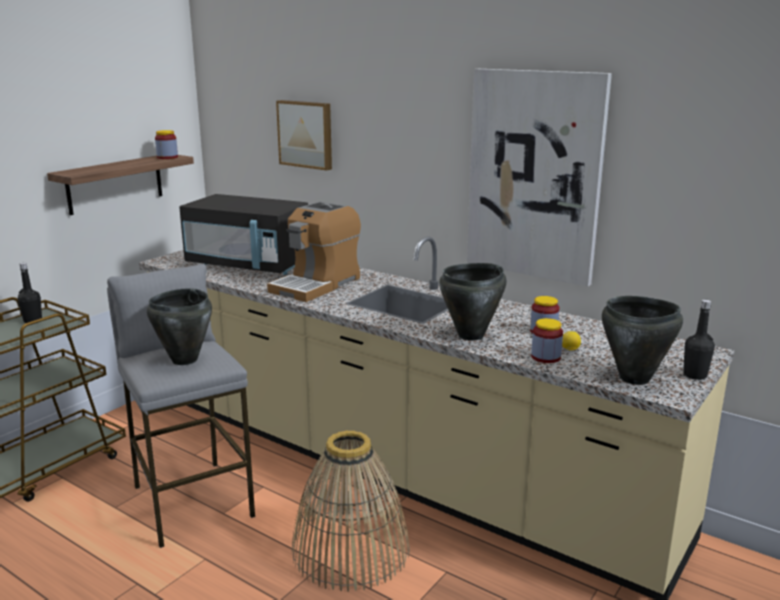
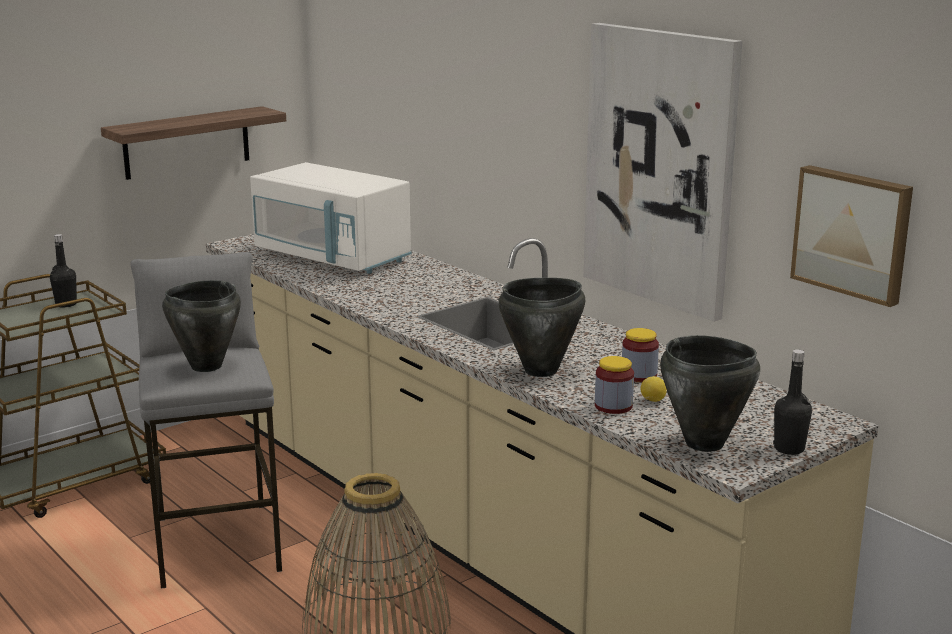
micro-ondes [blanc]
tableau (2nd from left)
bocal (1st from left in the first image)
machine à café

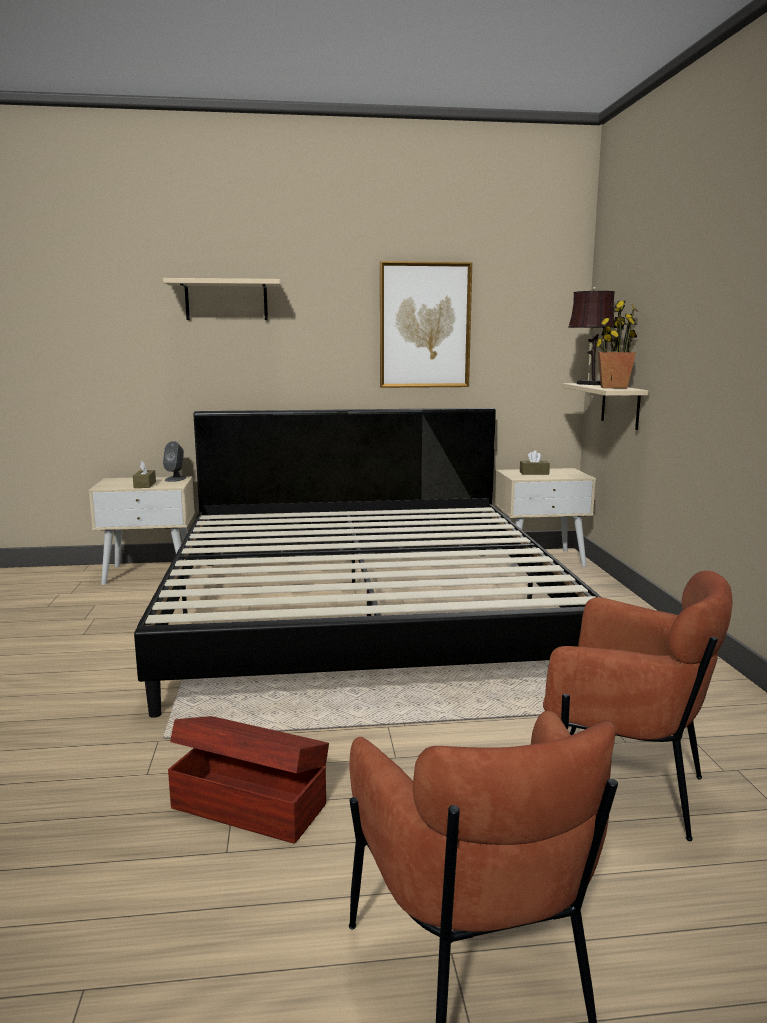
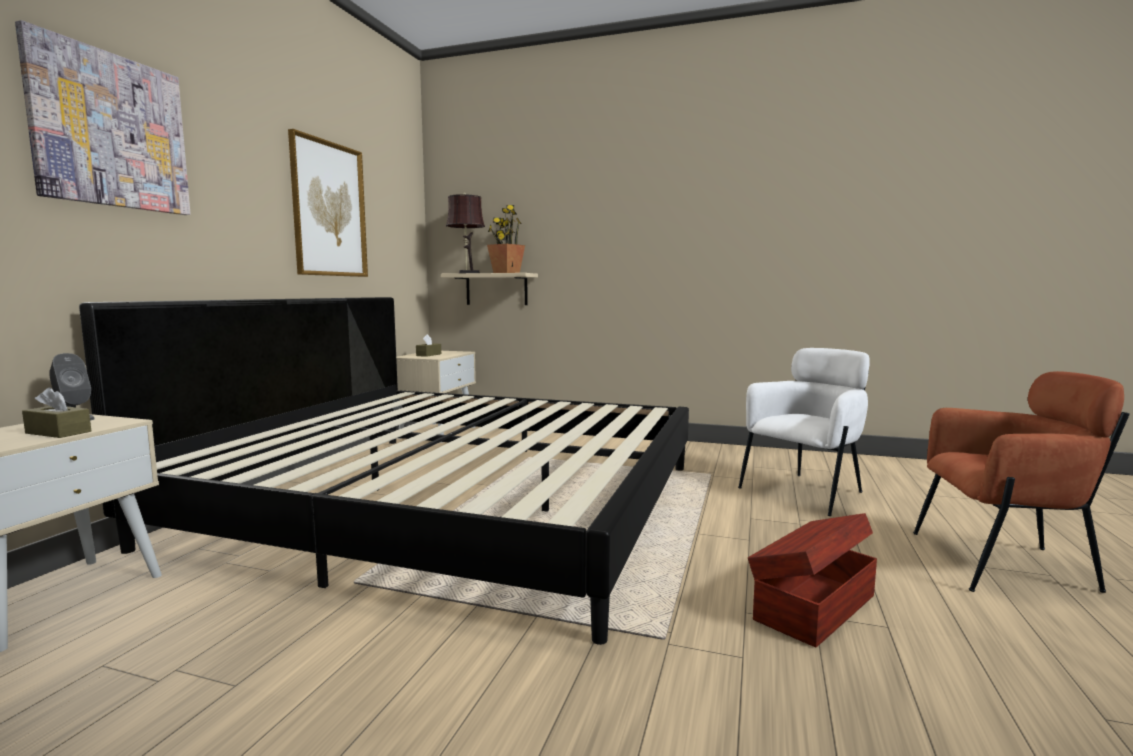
tableau (1st from left)
fauteuil [blanc]

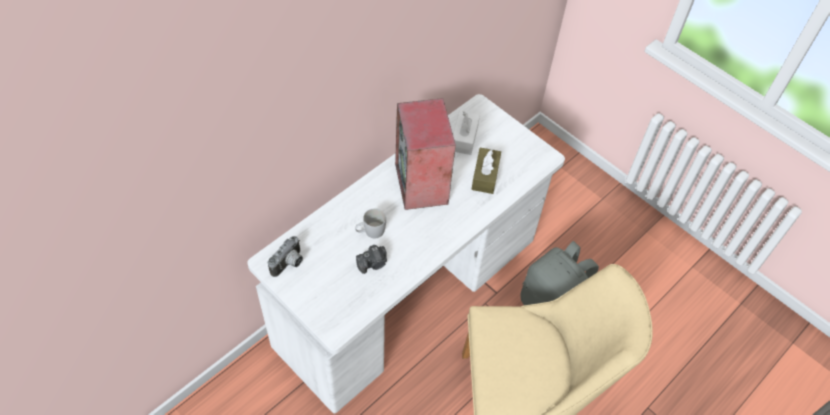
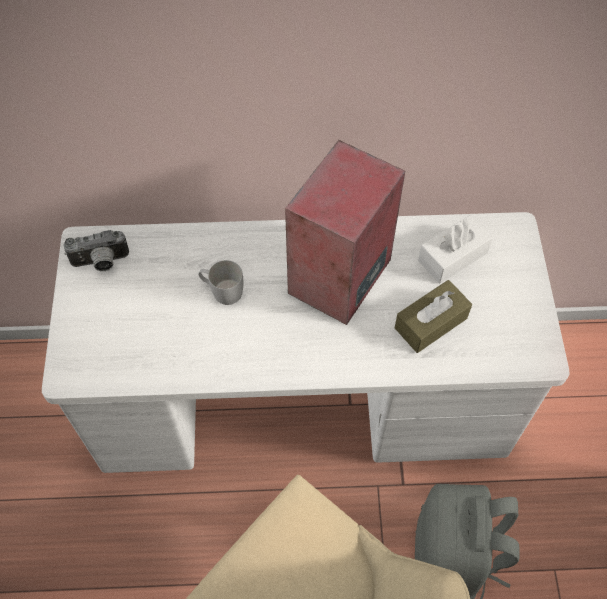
appareil photo (2nd from left in the first image)

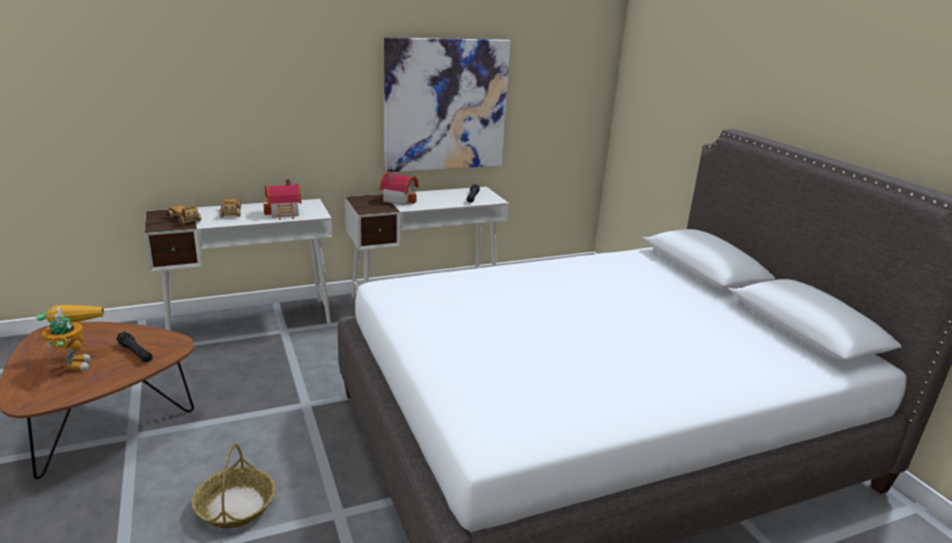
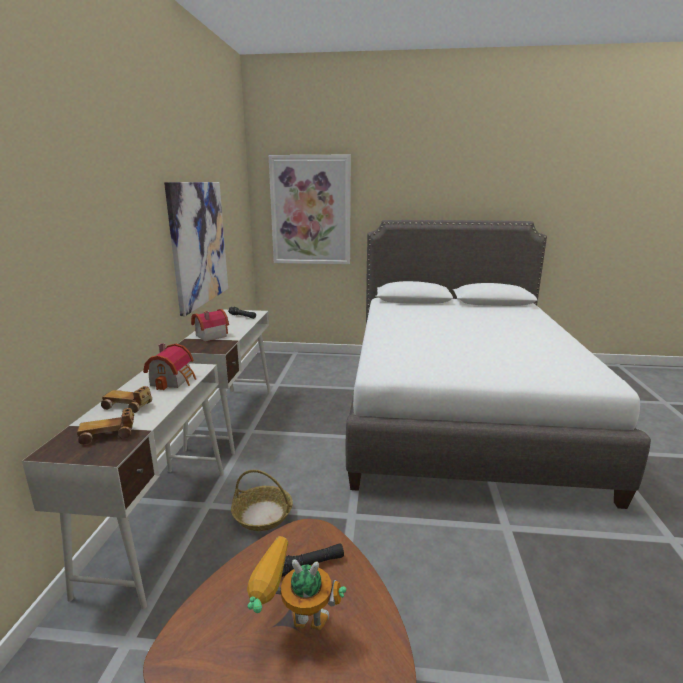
panier
tableau (2nd from left)

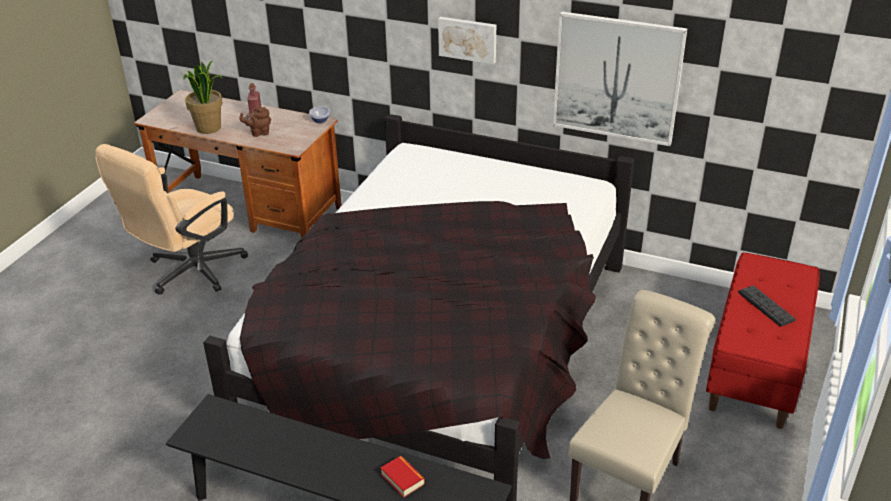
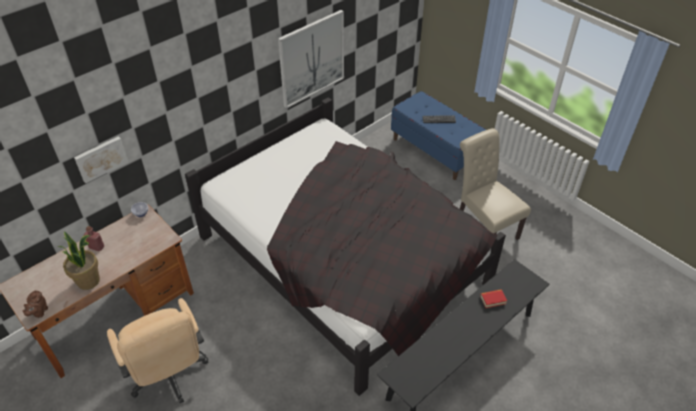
théière [marron]
tableau (1st from left)
banc [bleu]

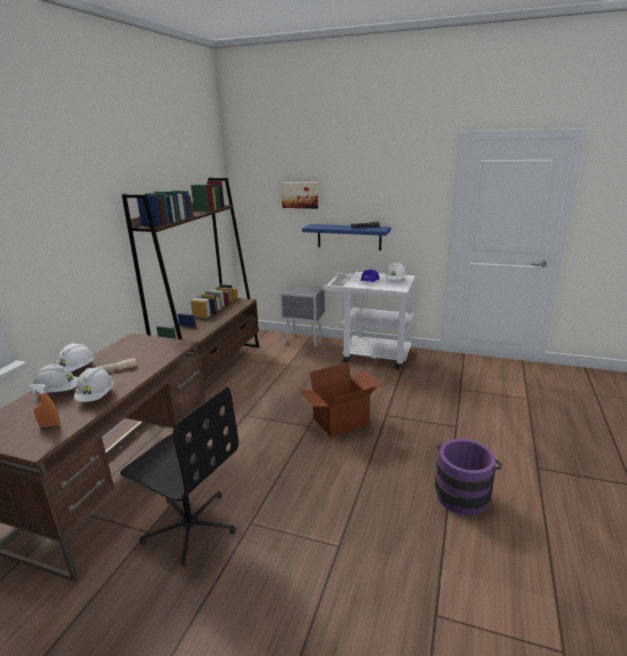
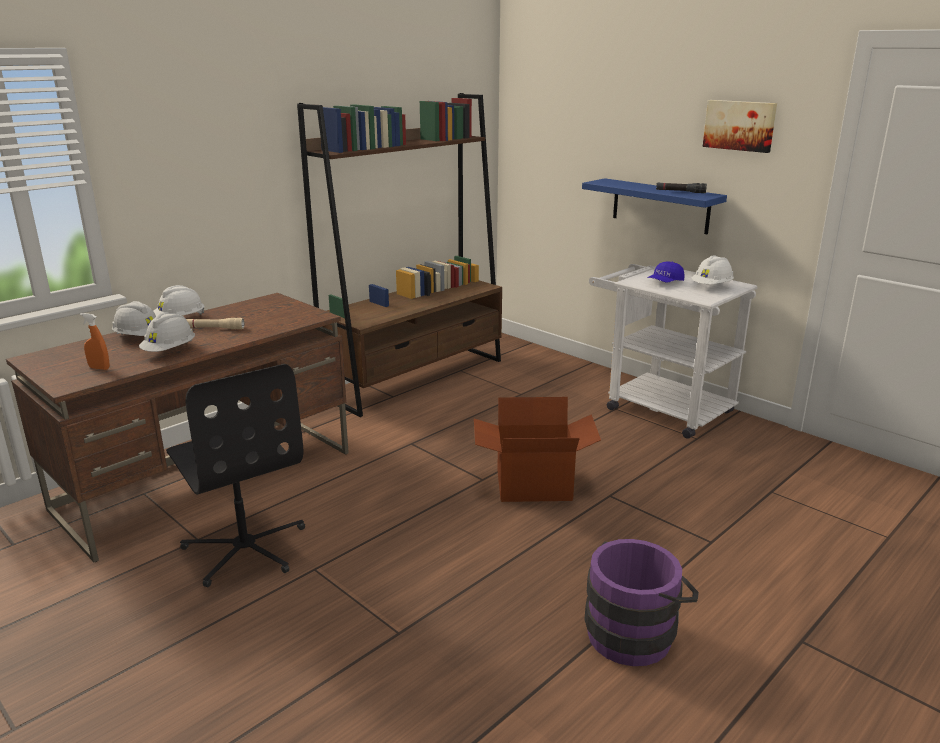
tableau
table de chevet [gris]

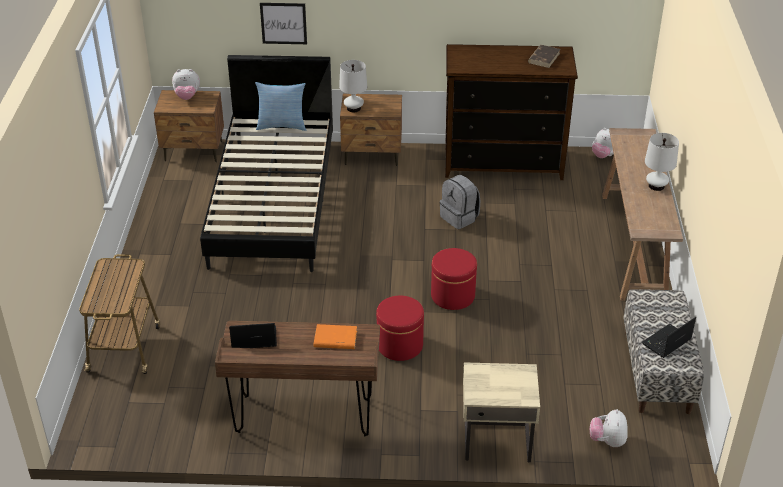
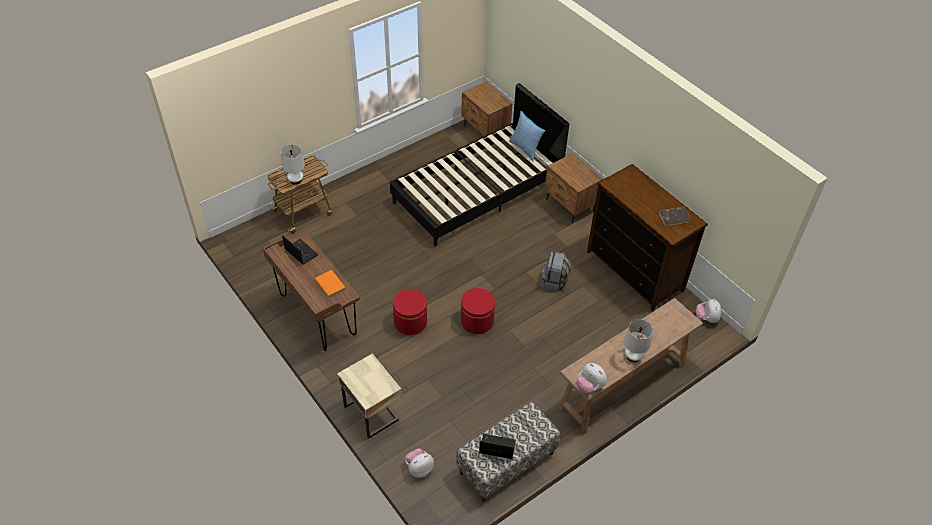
lampe de table [blanc] (1st from left)
peluche (2nd from left)
tableau

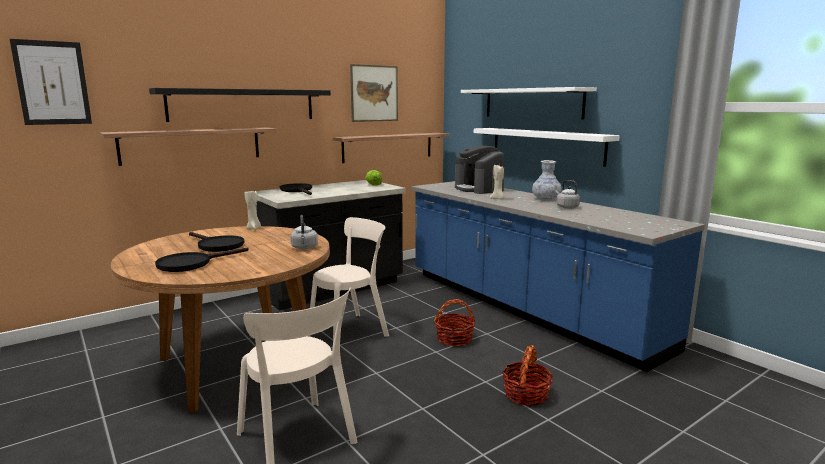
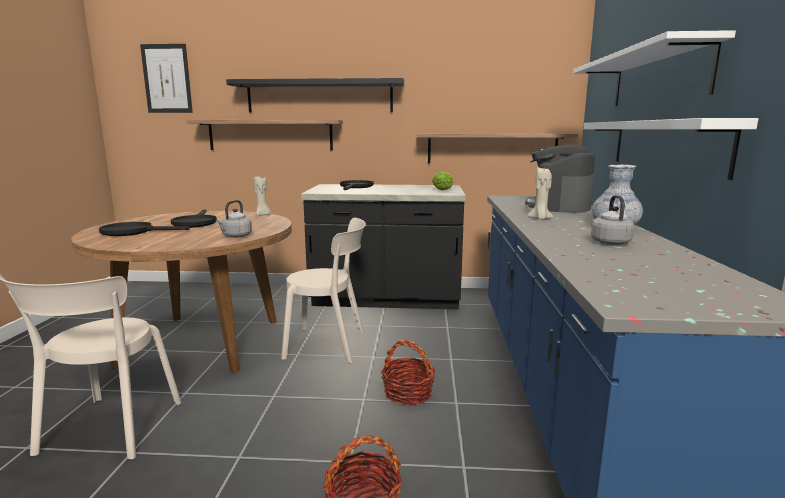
tableau (2nd from left in the first image)

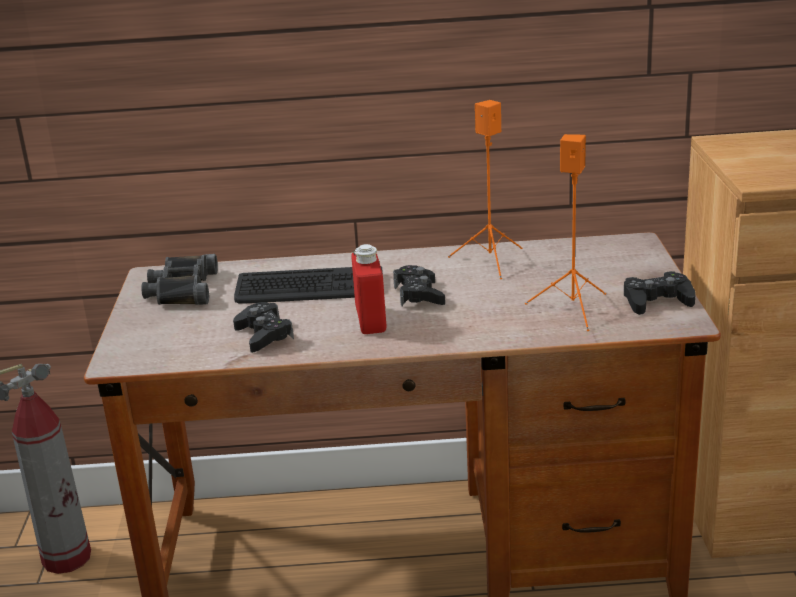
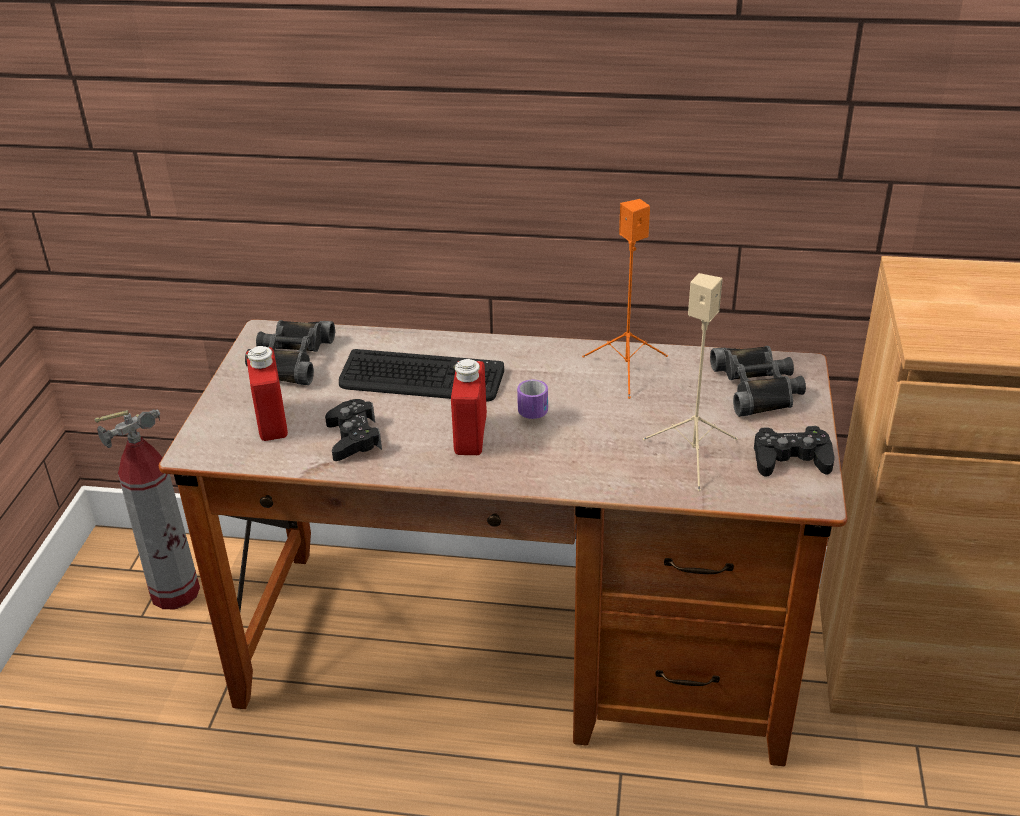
bouteille [rouge] (1st from left)
mug
enceinte [beige]
jumelles [noir] (2nd from left)

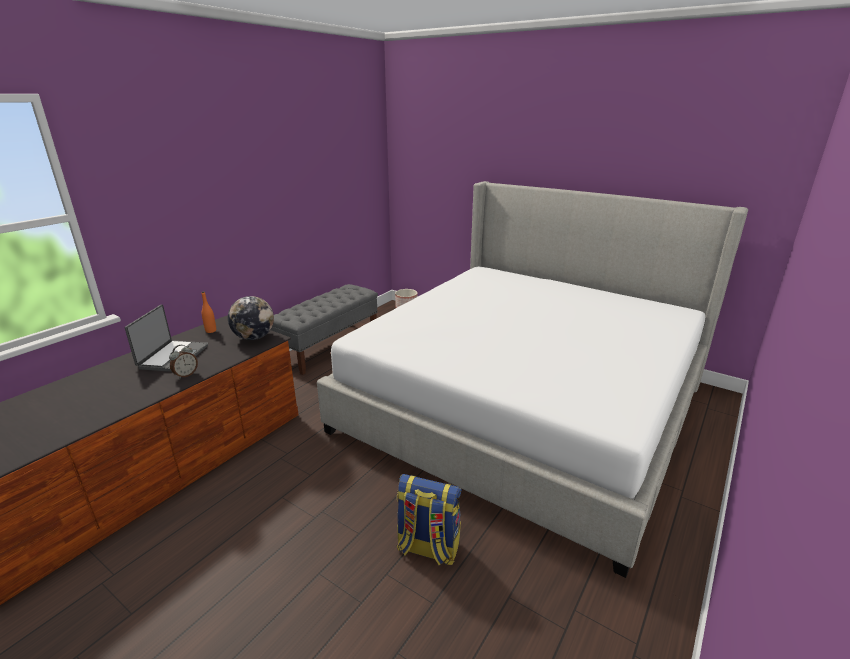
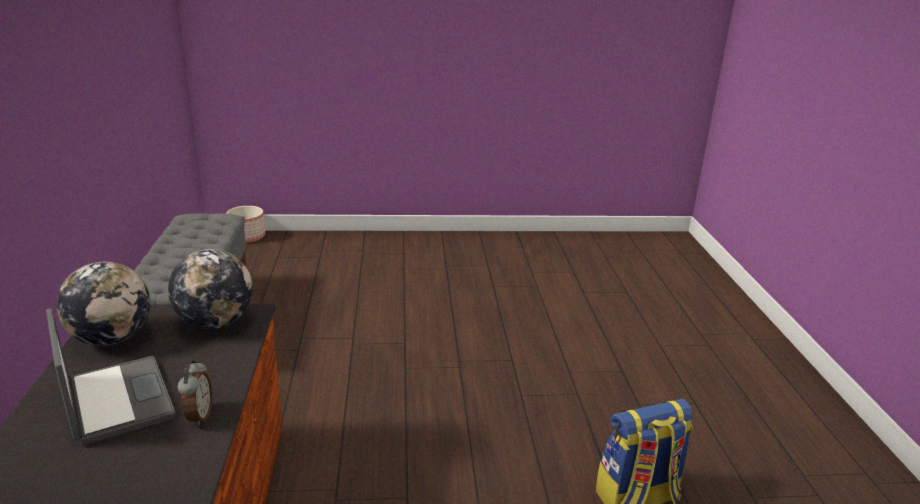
globe (1st from left)
lit

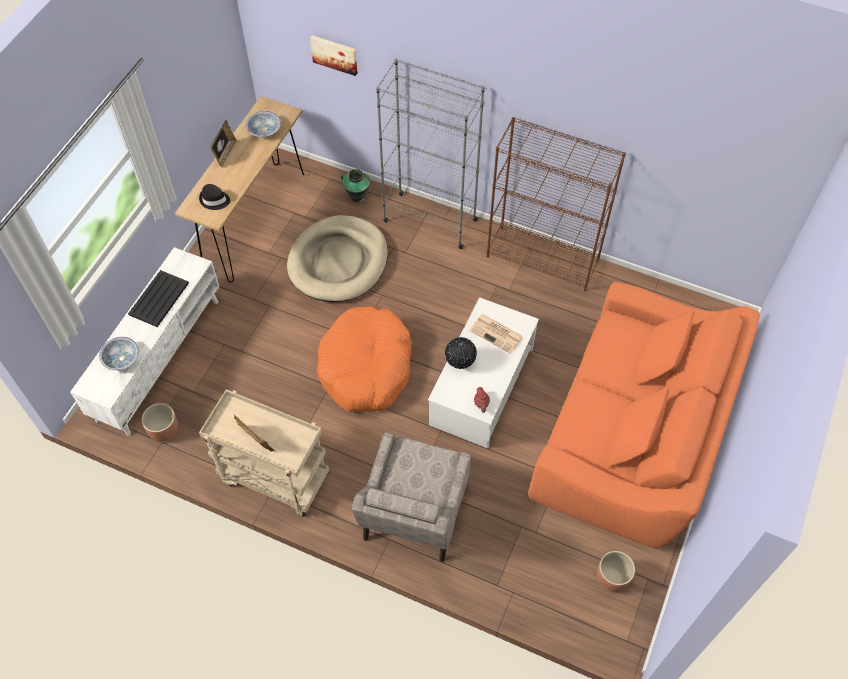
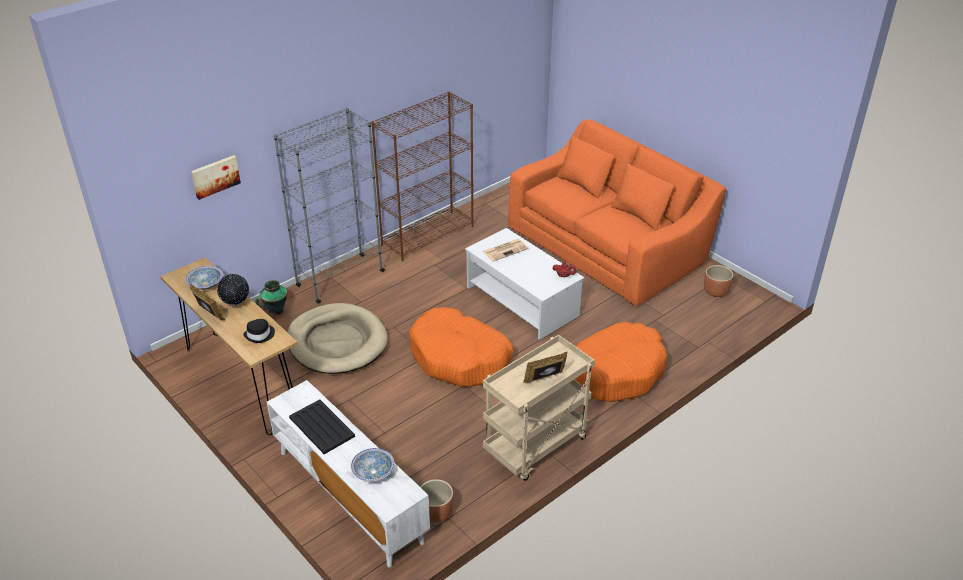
globe
panier pour chien [orange] (2nd from left)

